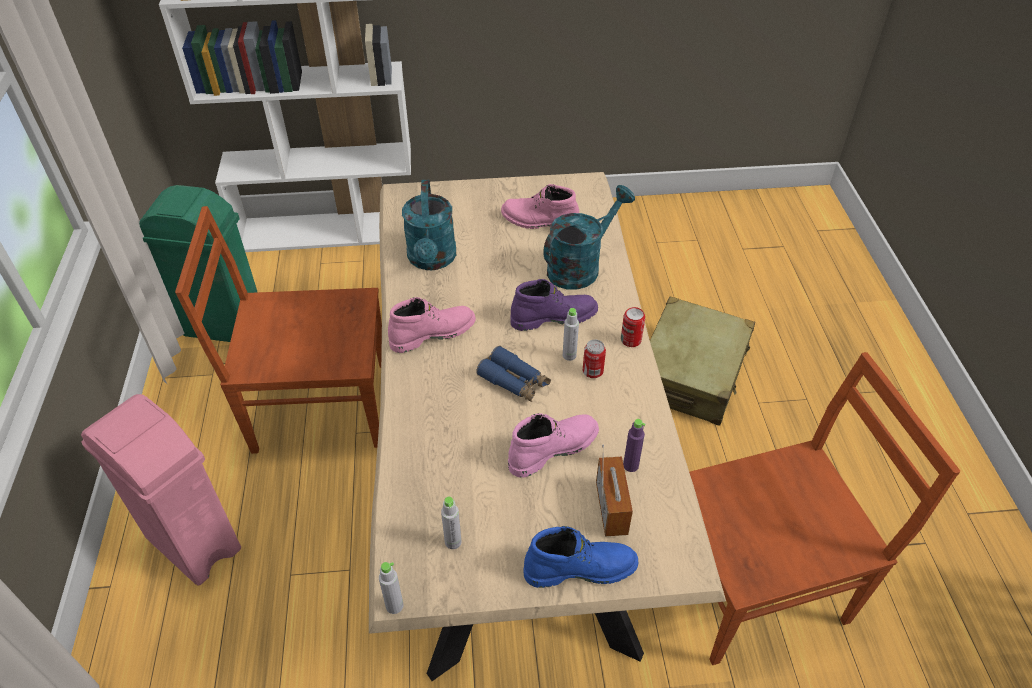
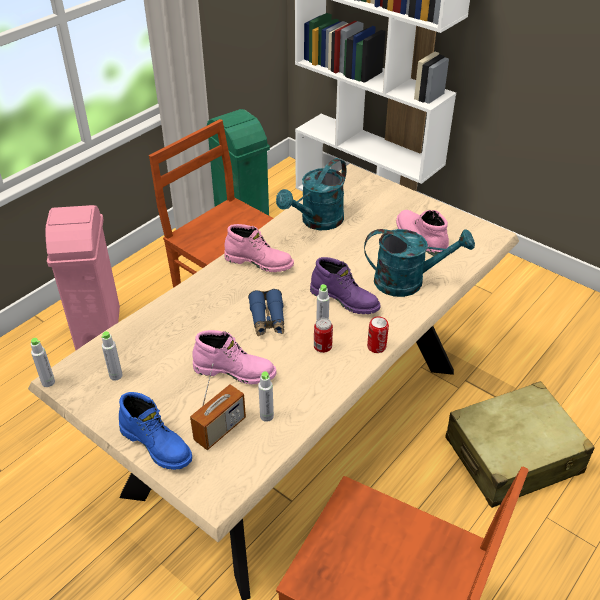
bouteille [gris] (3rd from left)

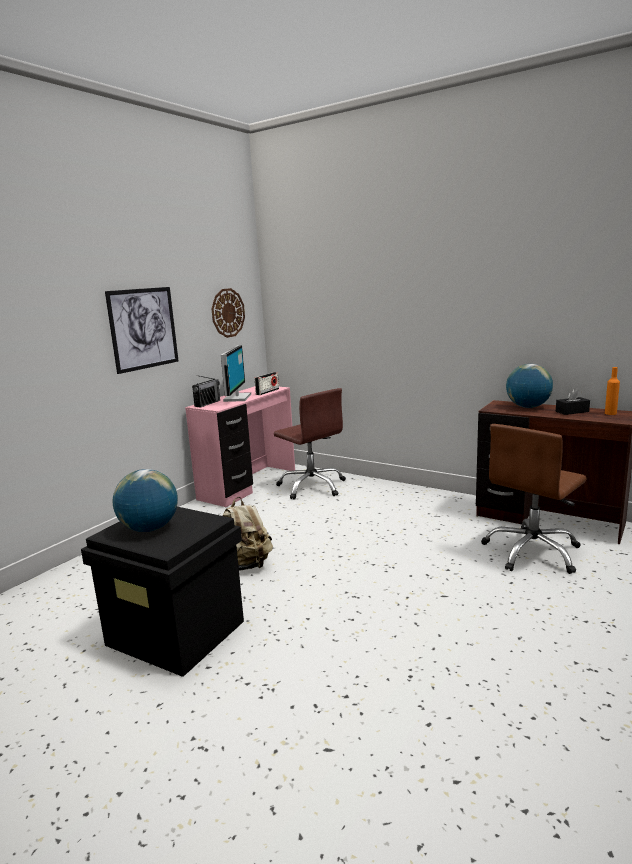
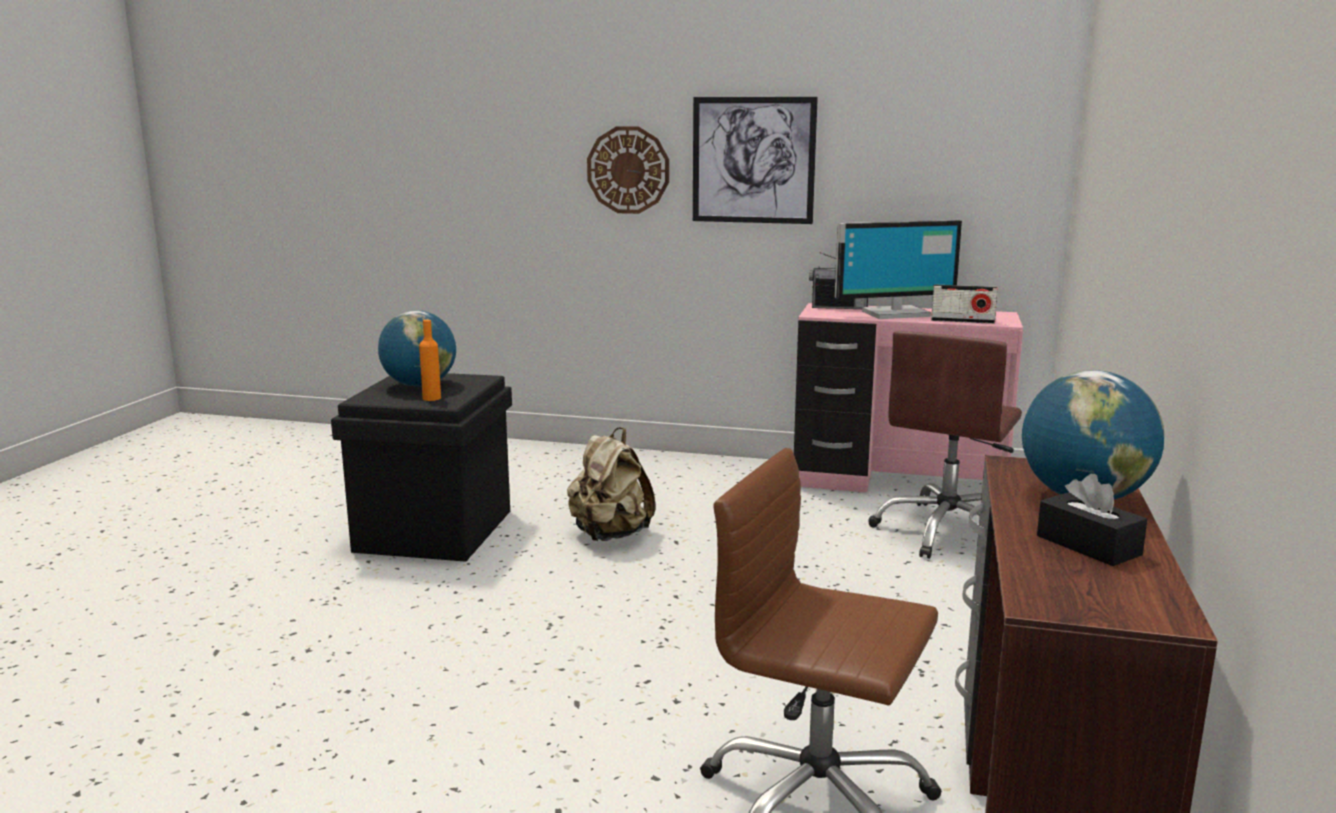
bouteille [orange]
horloge murale

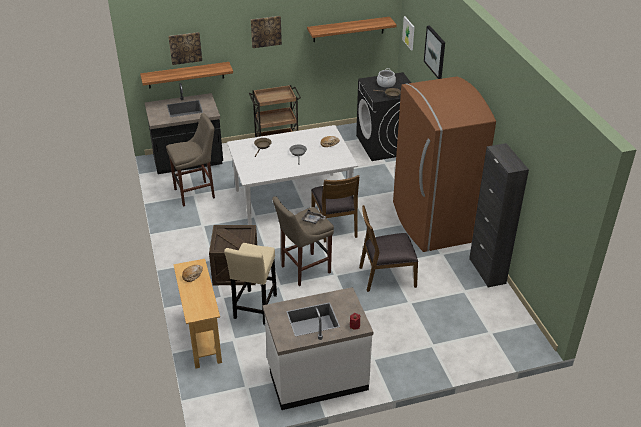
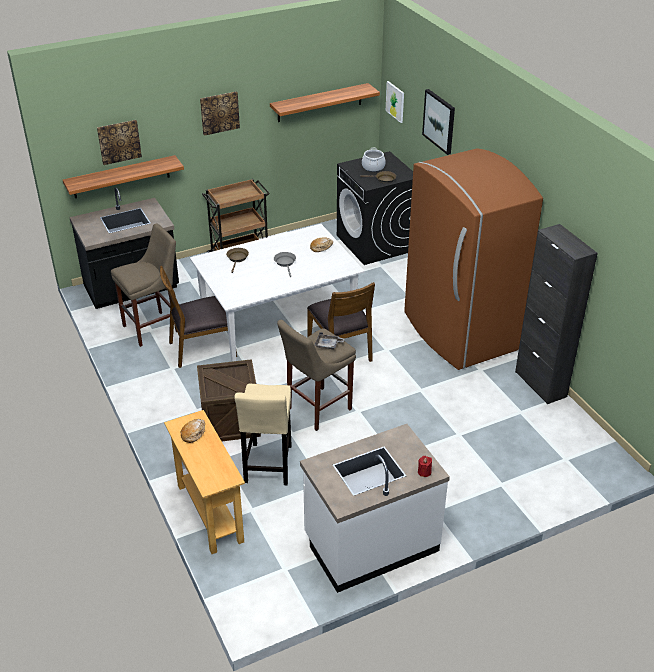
chaise [marron] (1st from left)

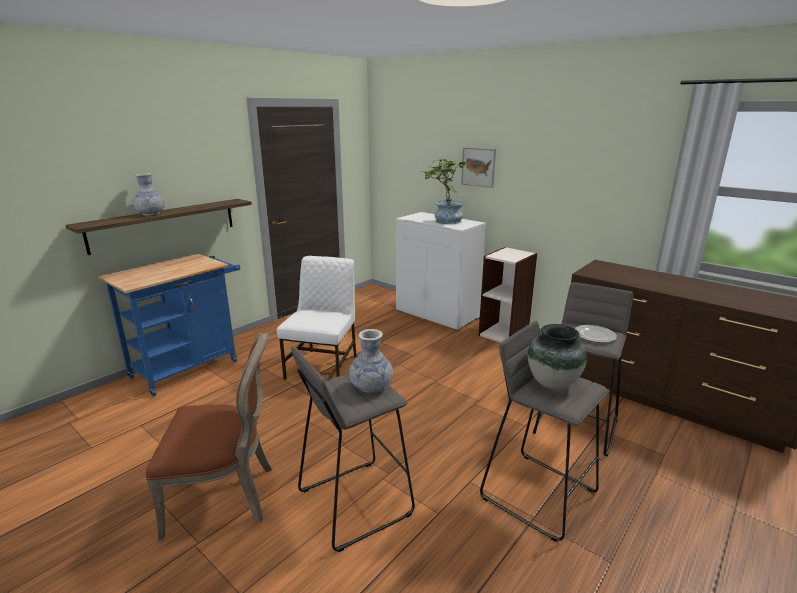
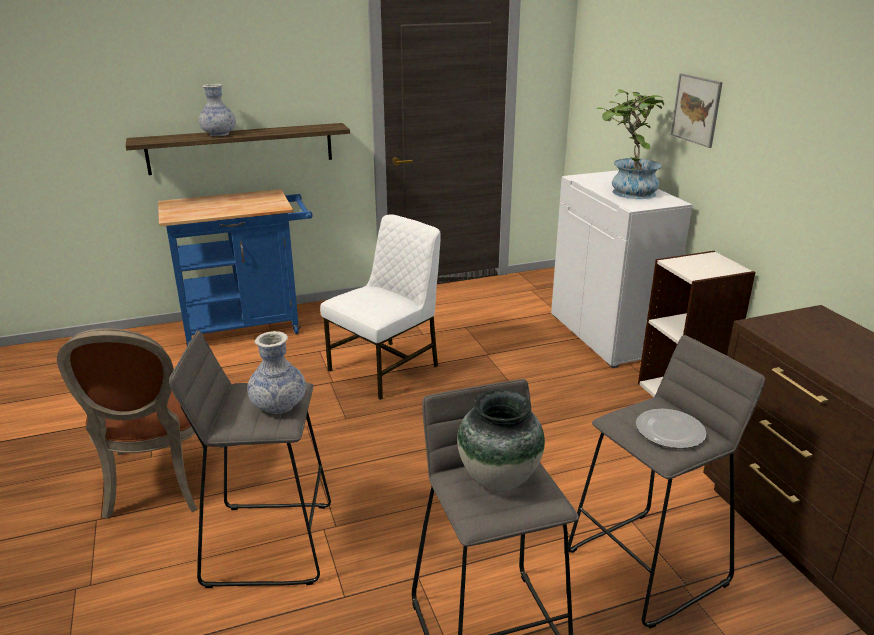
chaise [marron]

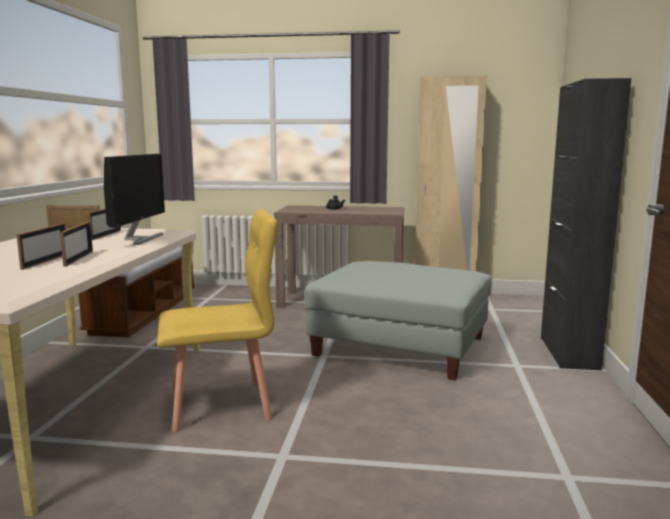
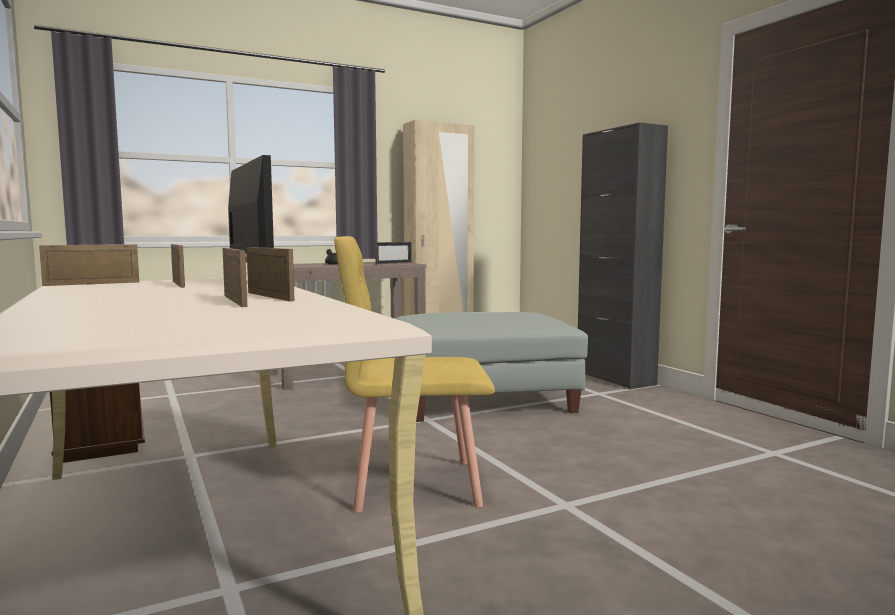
chaise [jaune]
cadre photo (5th from left)

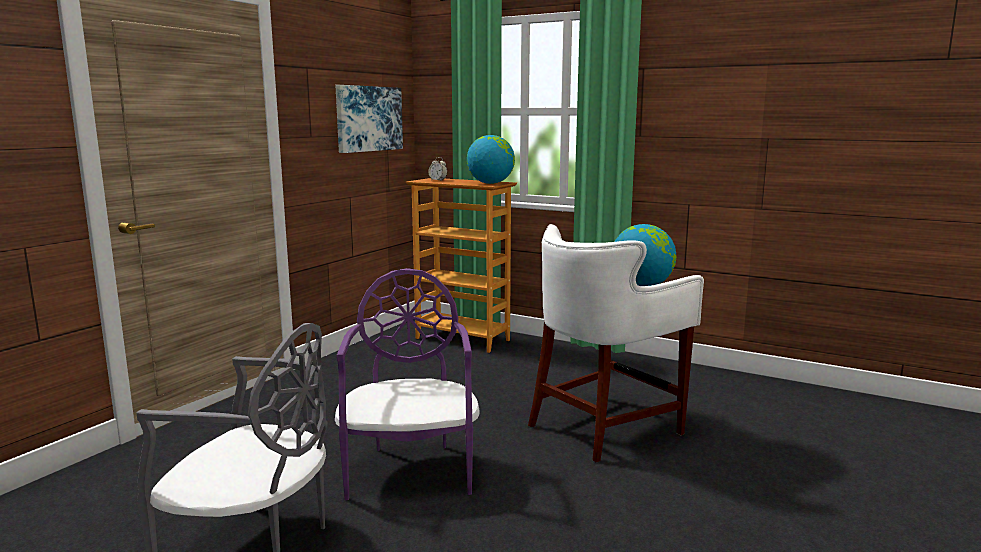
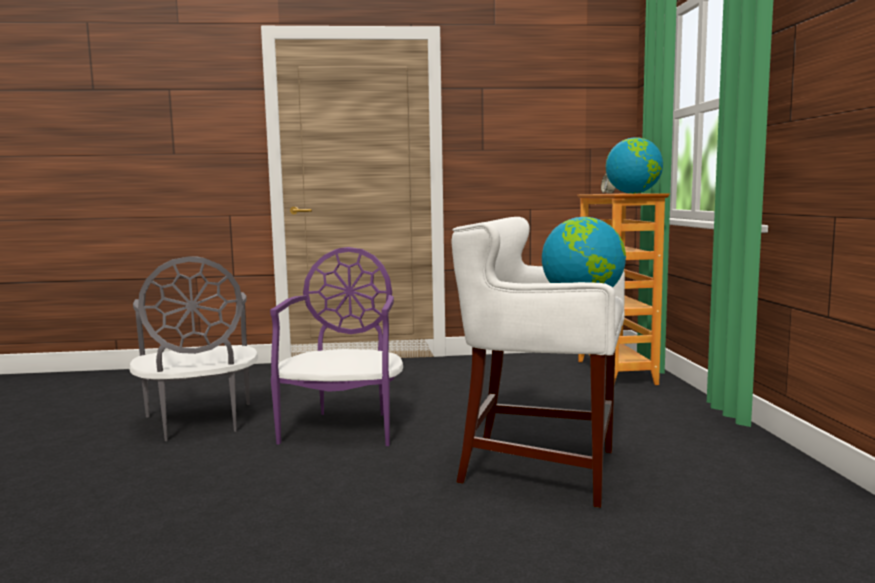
chaise [violet]
tableau

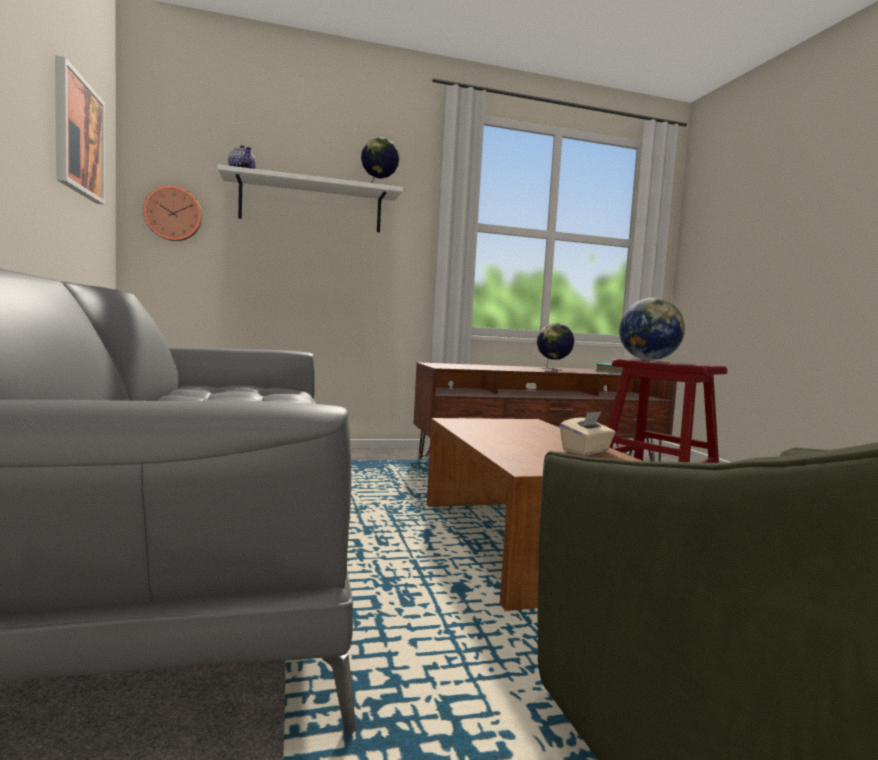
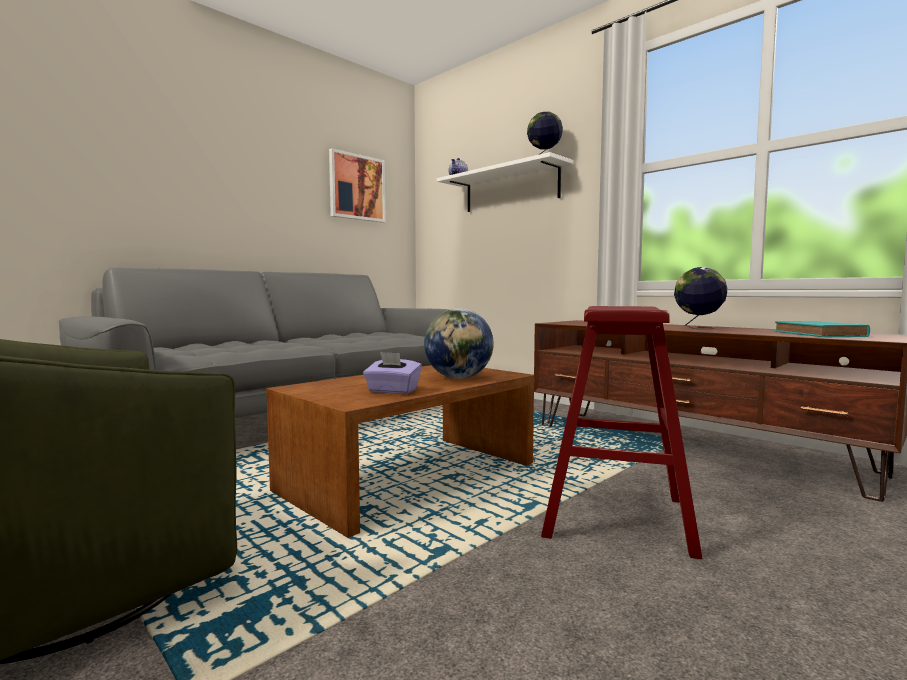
boîte à mouchoirs [violet]
globe (1st from left)
horloge murale

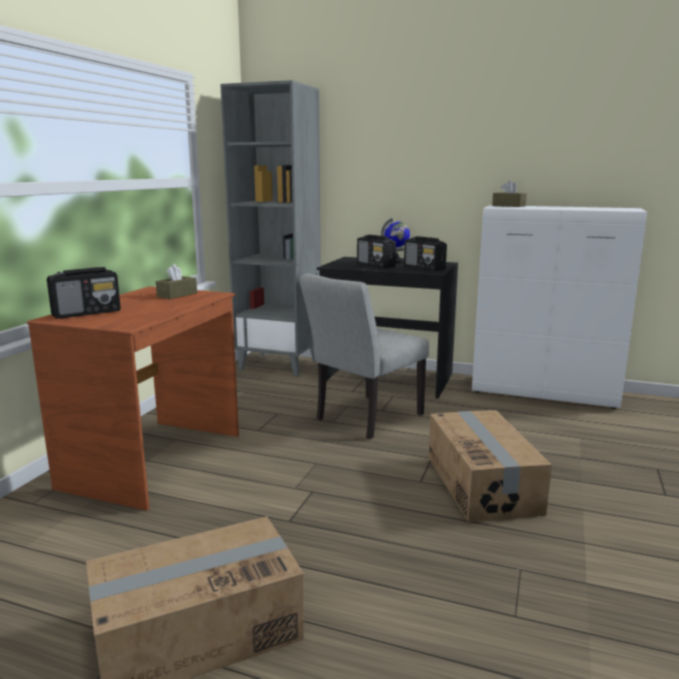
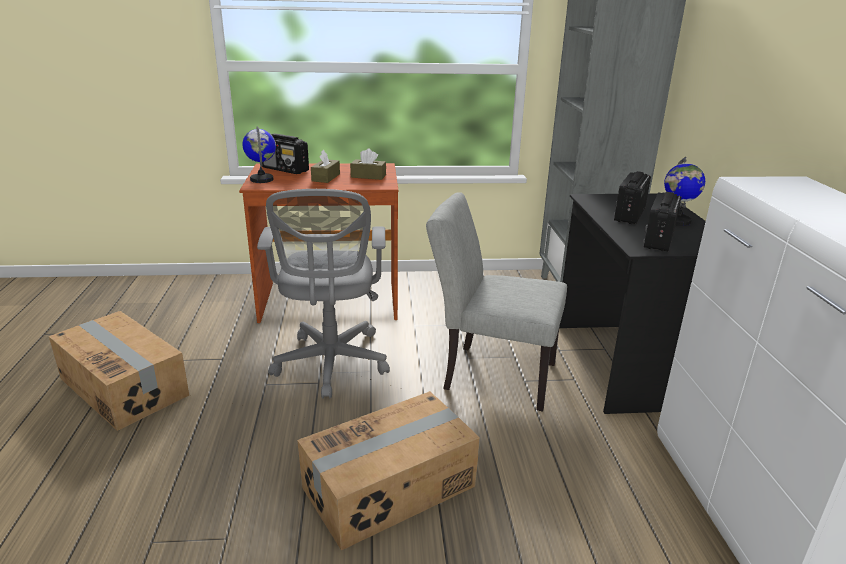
globe (1st from left)
chaise de bureau [gris]
boîte à mouchoirs [marron] (1st from left)

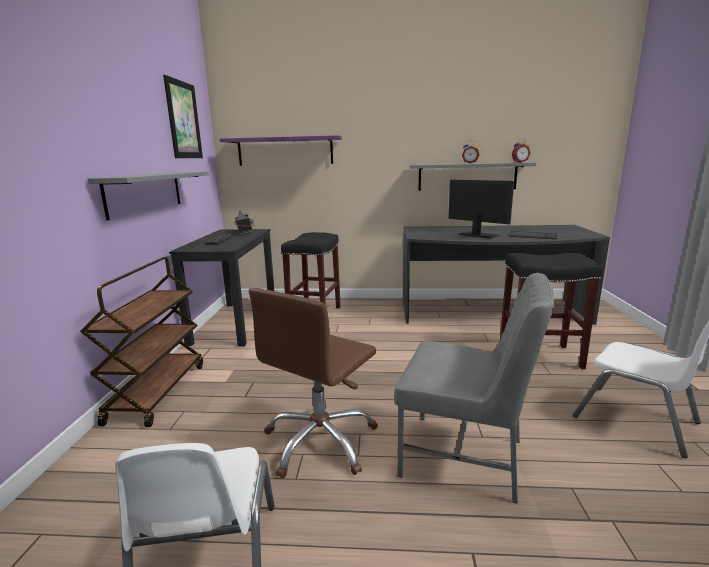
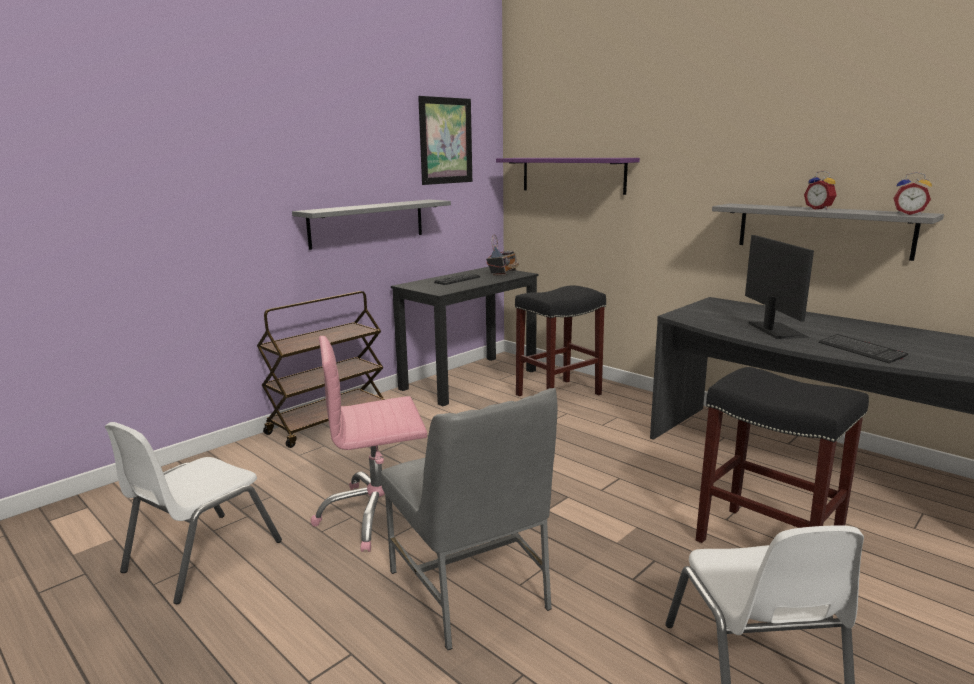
chaise de bureau [rose]

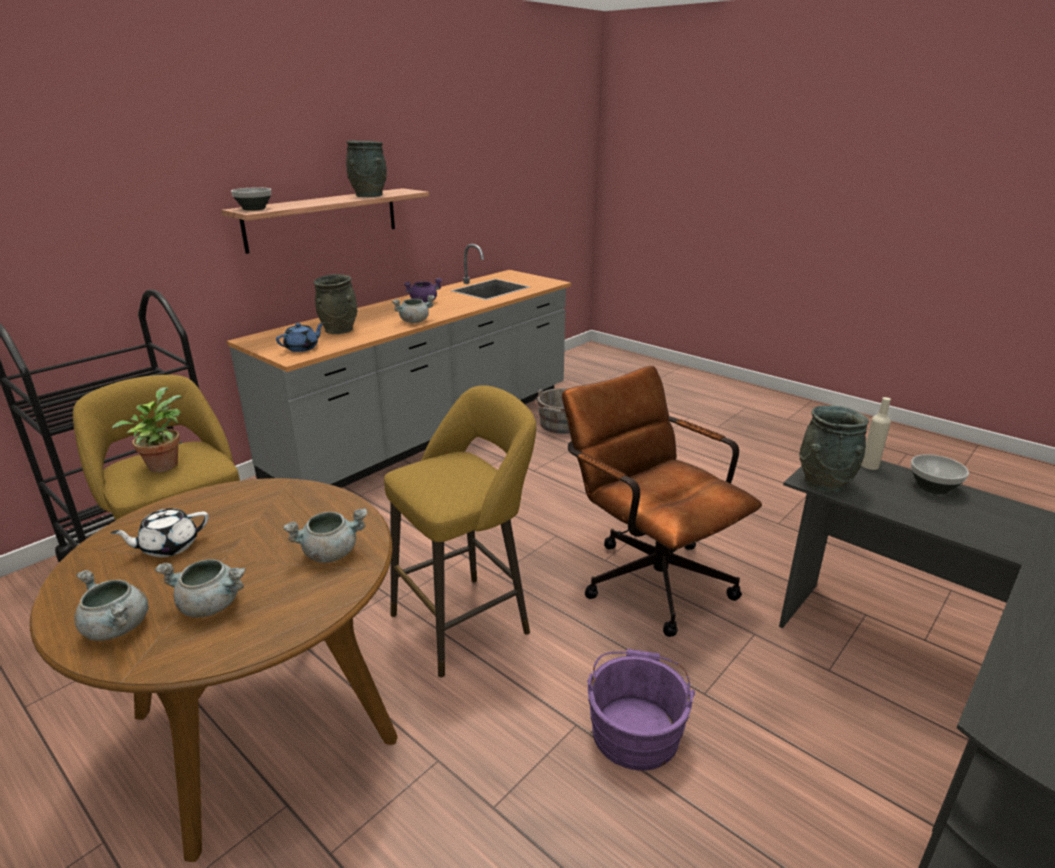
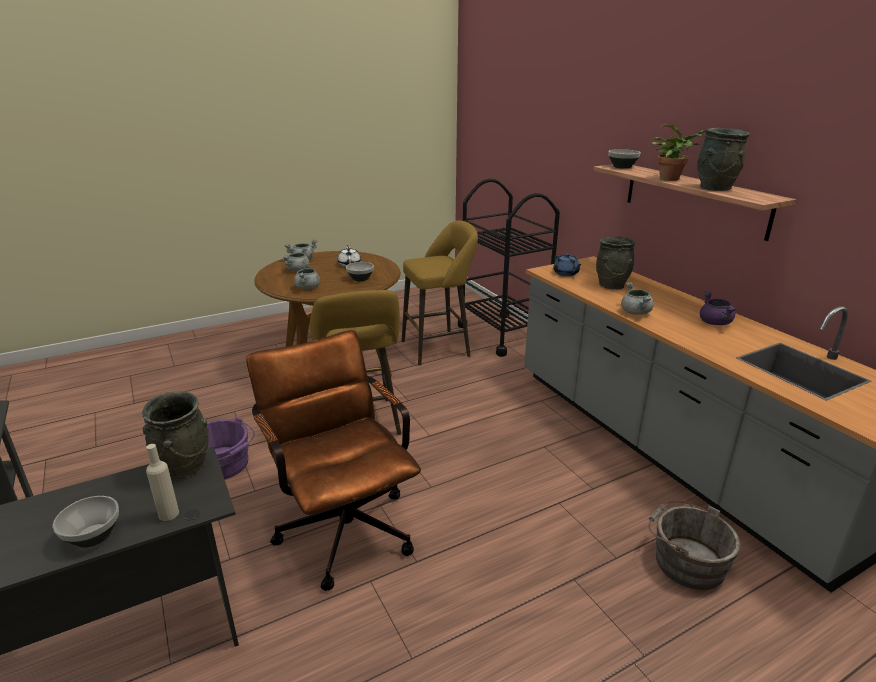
chaise de bureau [marron]
bol (2nd from left)
plante en pot

